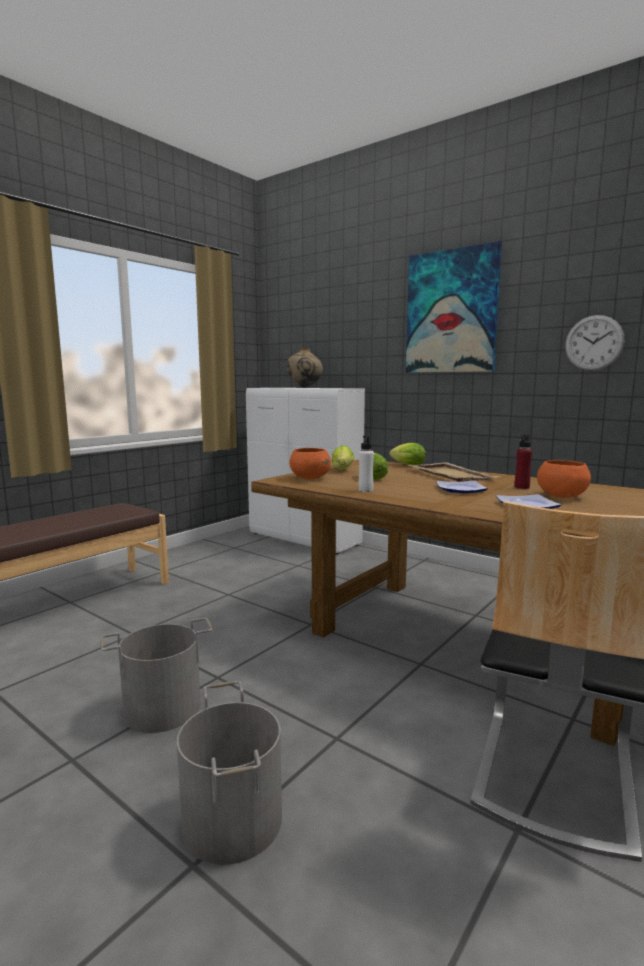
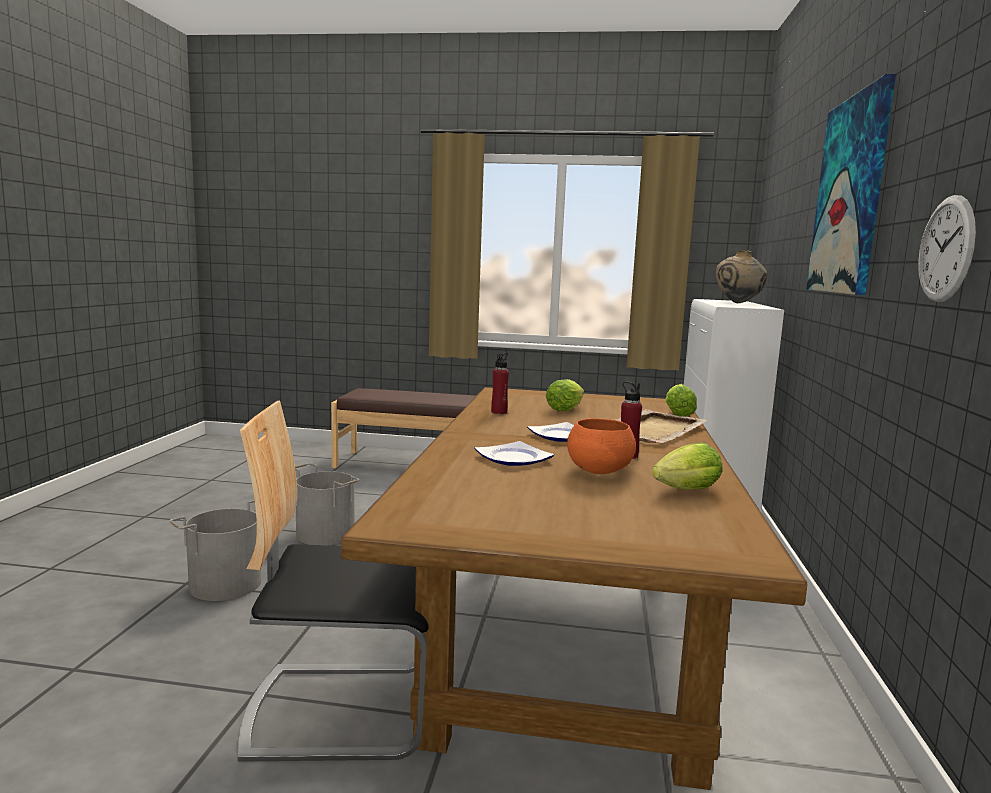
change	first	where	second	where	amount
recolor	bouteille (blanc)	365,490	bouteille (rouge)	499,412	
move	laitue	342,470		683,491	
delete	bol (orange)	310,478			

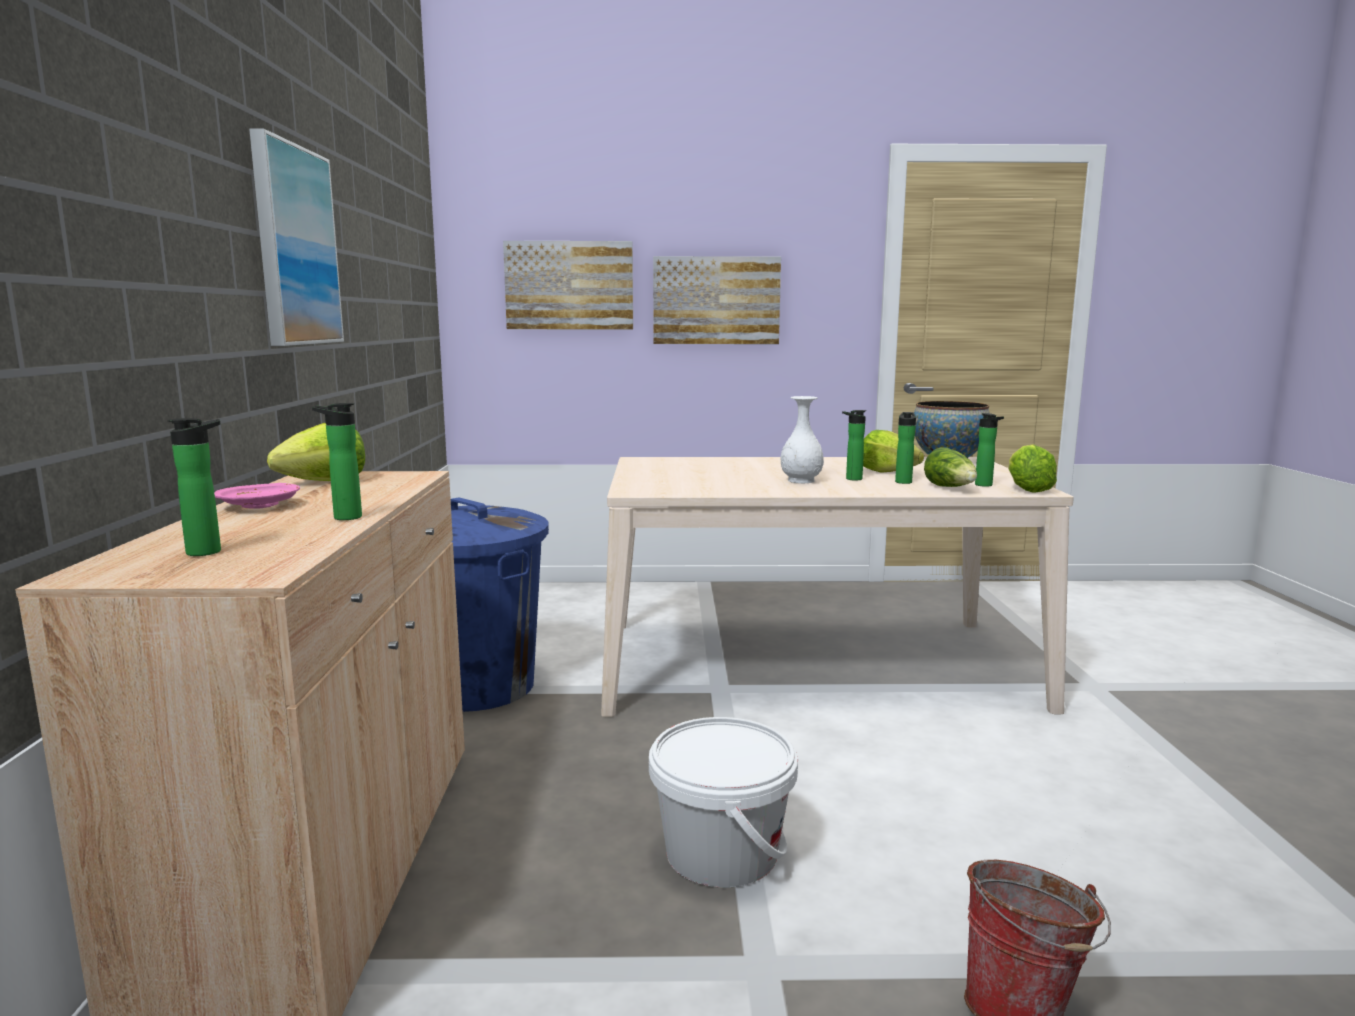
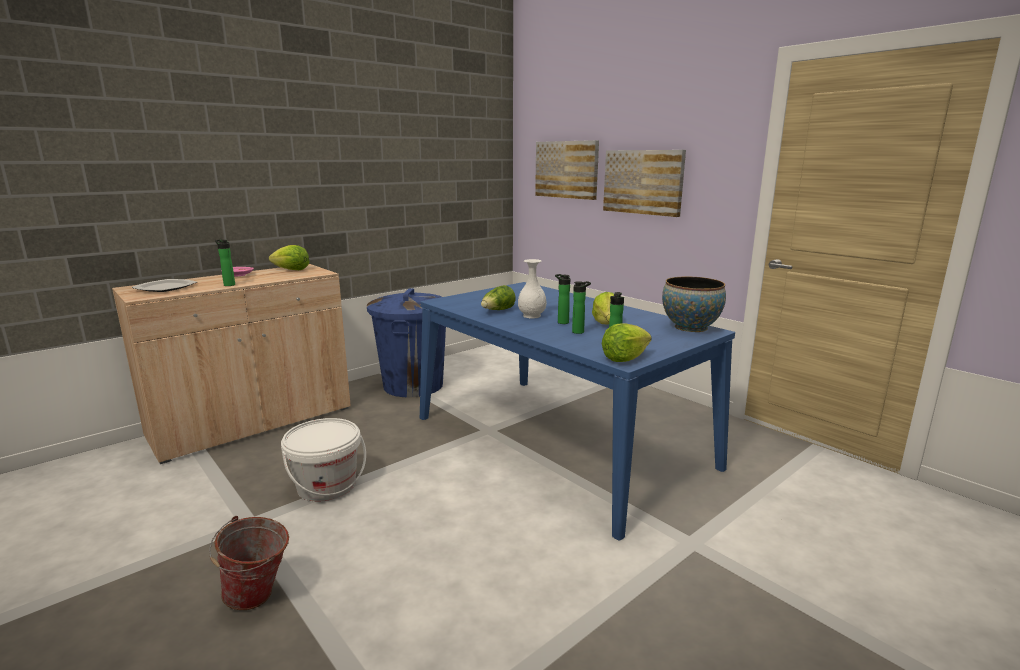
change	first	where	second	where	amount
replace	bouteille	209,551	assiette	165,287	
recolor	table à manger (beige)	812,664	table à manger (bleu)	559,441	
move	laitue	951,488		498,311	
delete	tableau	295,246			

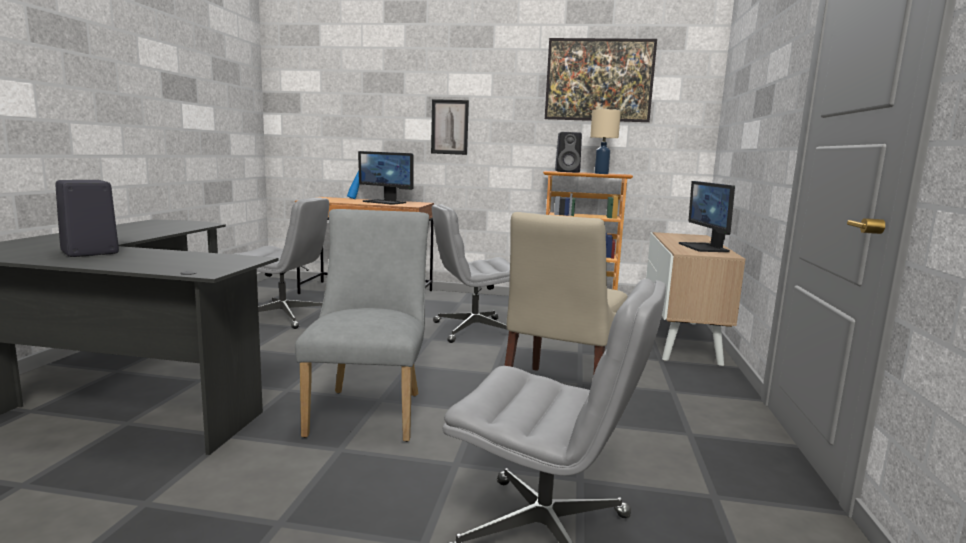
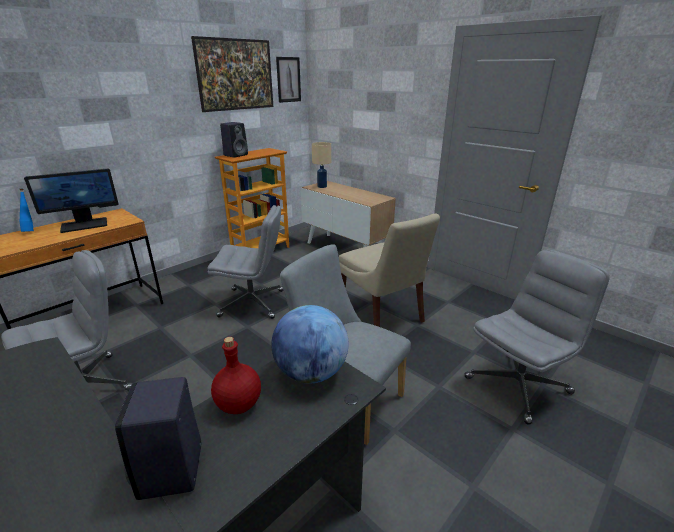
change	first	where	second	where	amount
rotate	chaise de bureau (gris)	473,330		253,303	105 degrees counterclockwise
insert			bouteille (rouge)	238,405	
insert			globe	311,372	
move	tableau	449,127		288,79	
move	lampe de table (beige)	601,173		322,186	
delete	écran d'ordinateur	704,247			

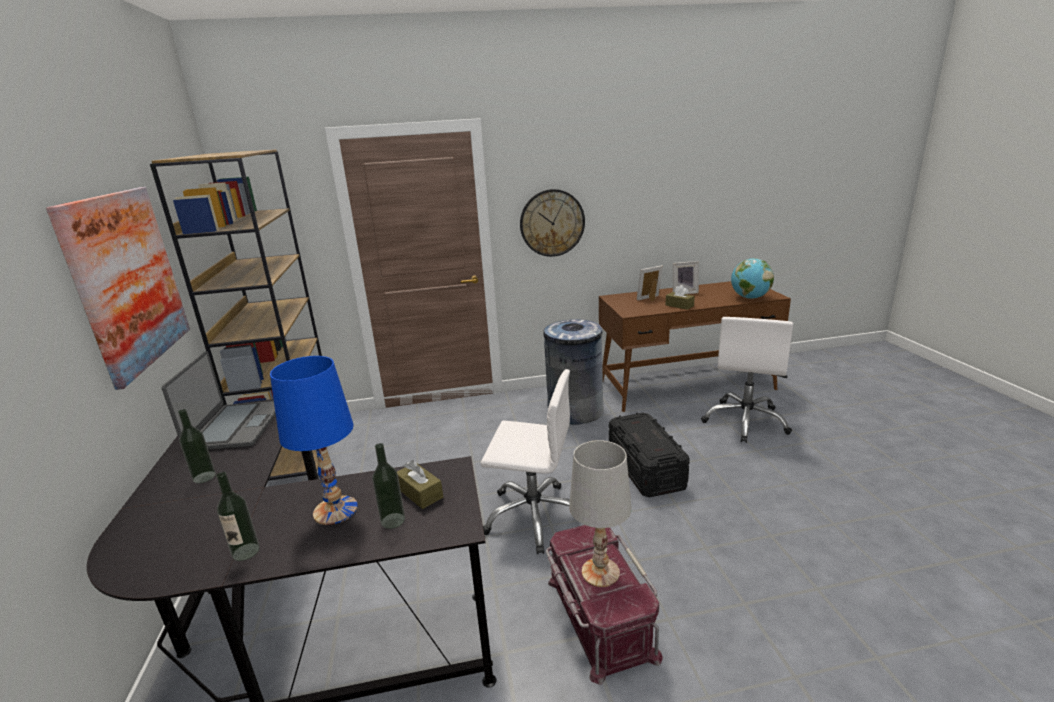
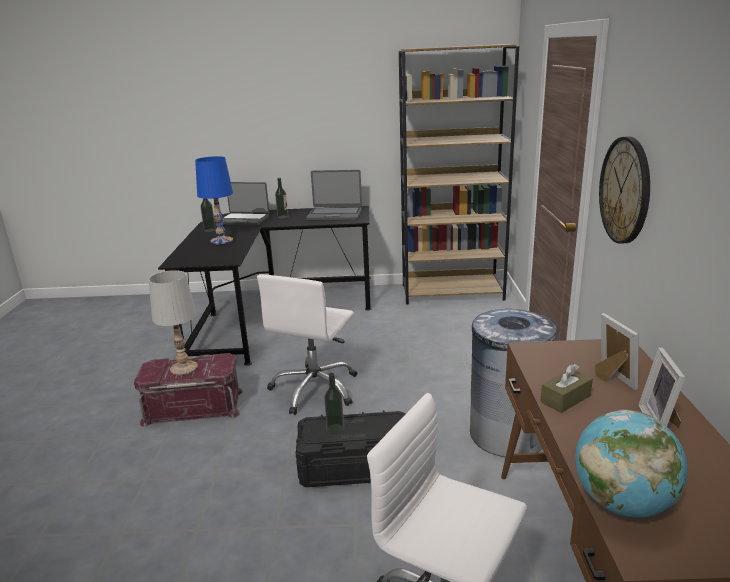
change	first	where	second	where	amount
insert			ordinateur portable	244,220	
move	bouteille	393,520		335,429	
delete	tableau	127,280			
delete	boîte à mouchoirs (marron)	420,493			

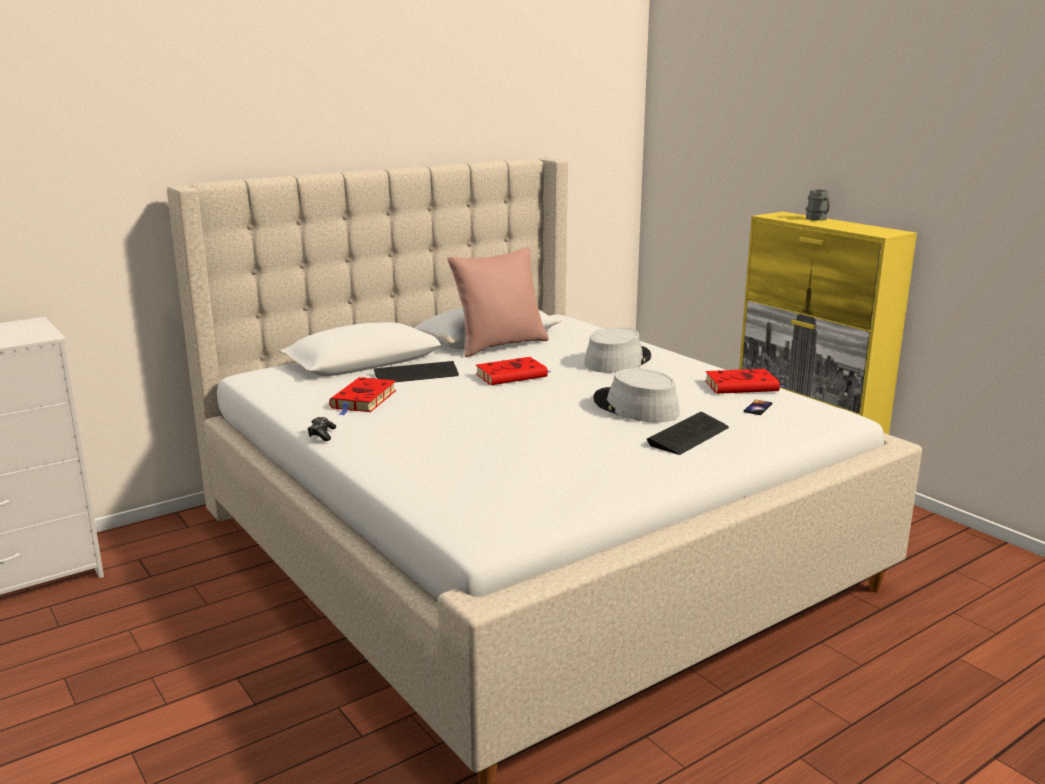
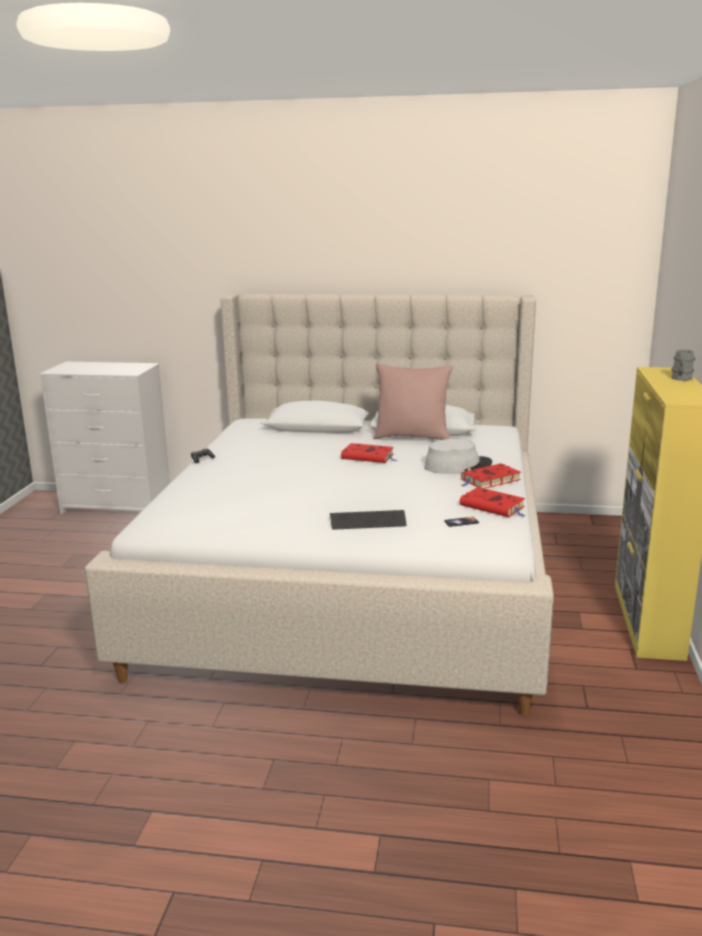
change	first	where	second	where	amount
move	livre (rouge)	363,400		489,480	
delete	clavier	416,374			
delete	chapeau (gris)	635,407			

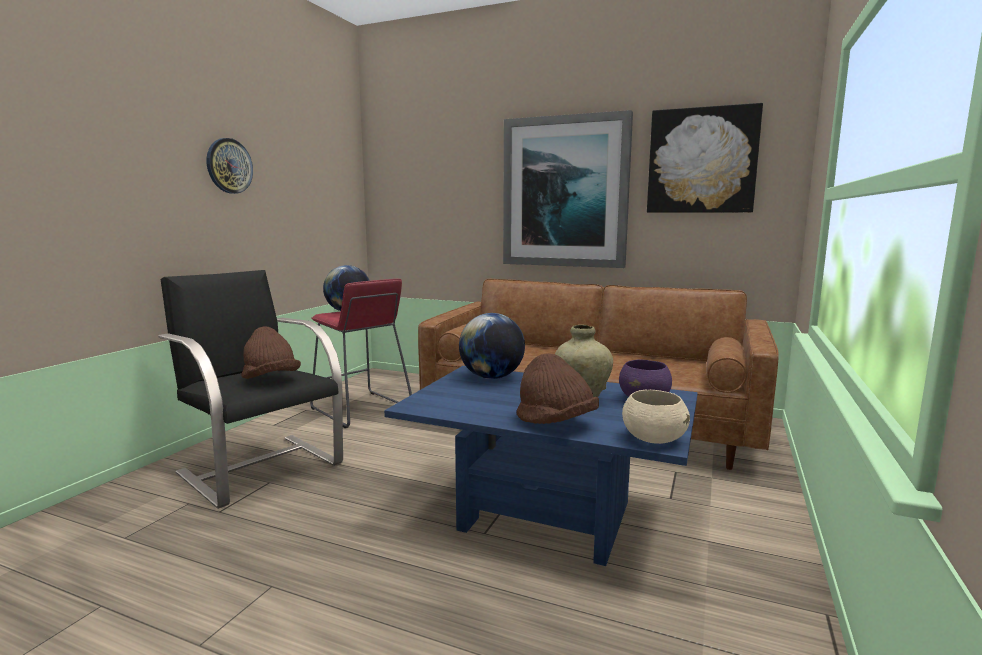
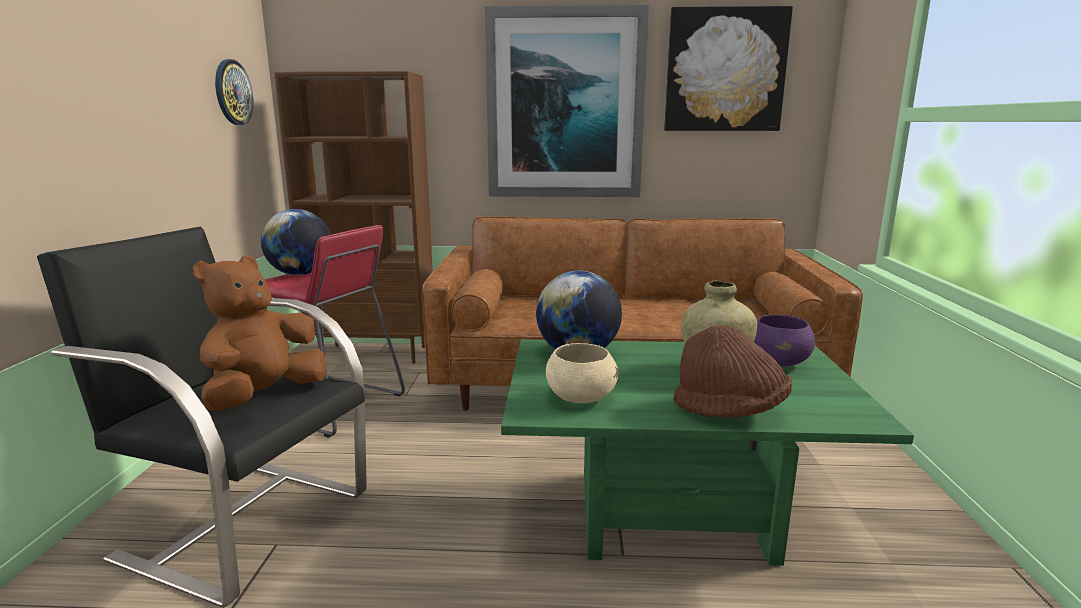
change	first	where	second	where	amount
replace	chapeau (marron)	271,380	peluche (marron)	265,397	
move	horloge murale	229,166		232,92	
insert			bibliothèque (marron)	375,353	
recolor	table basse (bleu)	546,516	table basse (vert)	672,514	
move	bol (beige)	653,439		580,398	

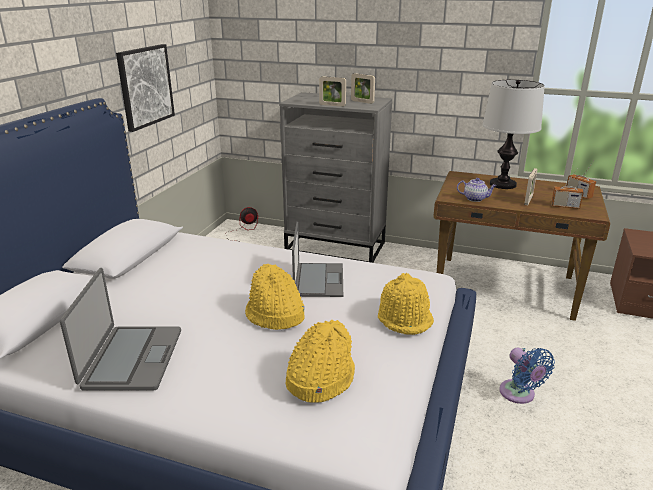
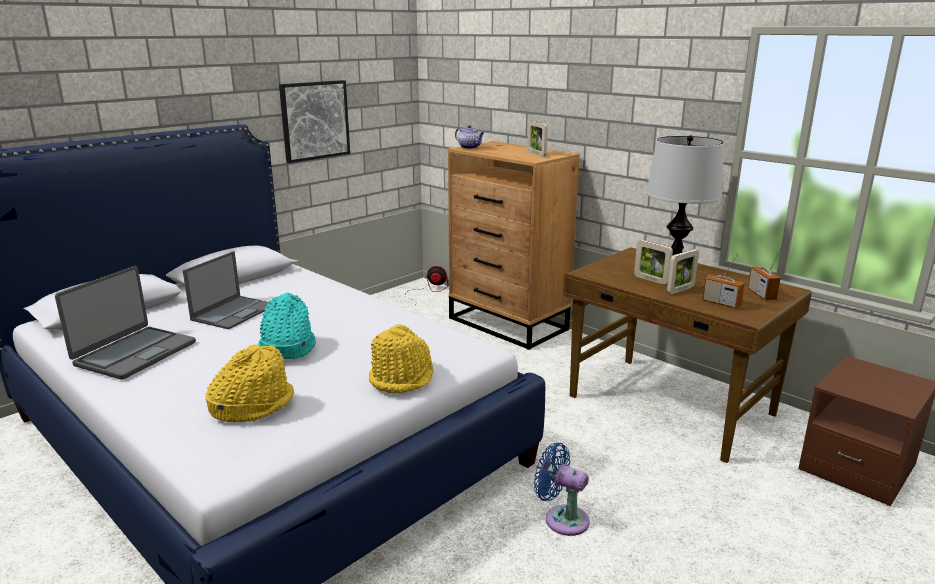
change	first	where	second	where	amount
move	ordinateur portable	318,279		234,312	
recolor	chapeau (jaune)	274,315	chapeau (turquoise)	286,348	
recolor	commode (gris)	336,247	commode (marron)	508,324	
move	théière	475,199		470,147	
rotate	ventilateur (bleu)	519,394		562,518	120 degrees clockwise
move	cadre photo	332,105		651,280	

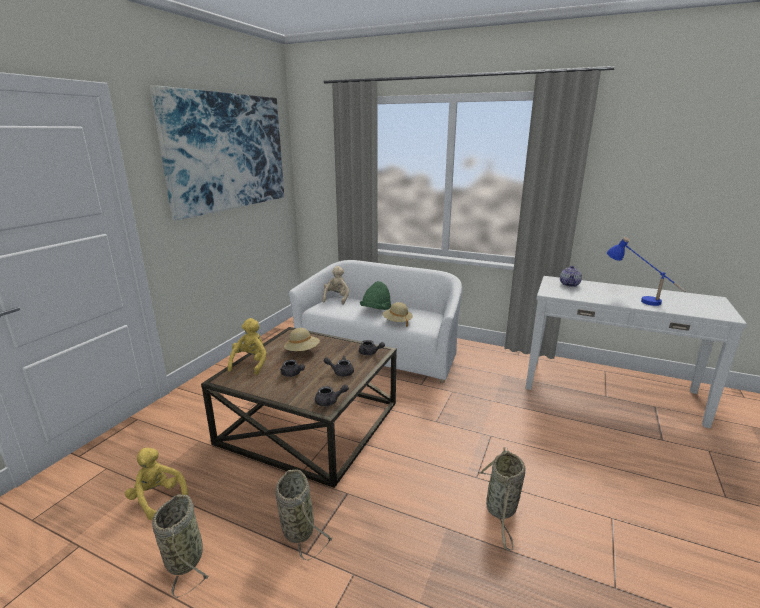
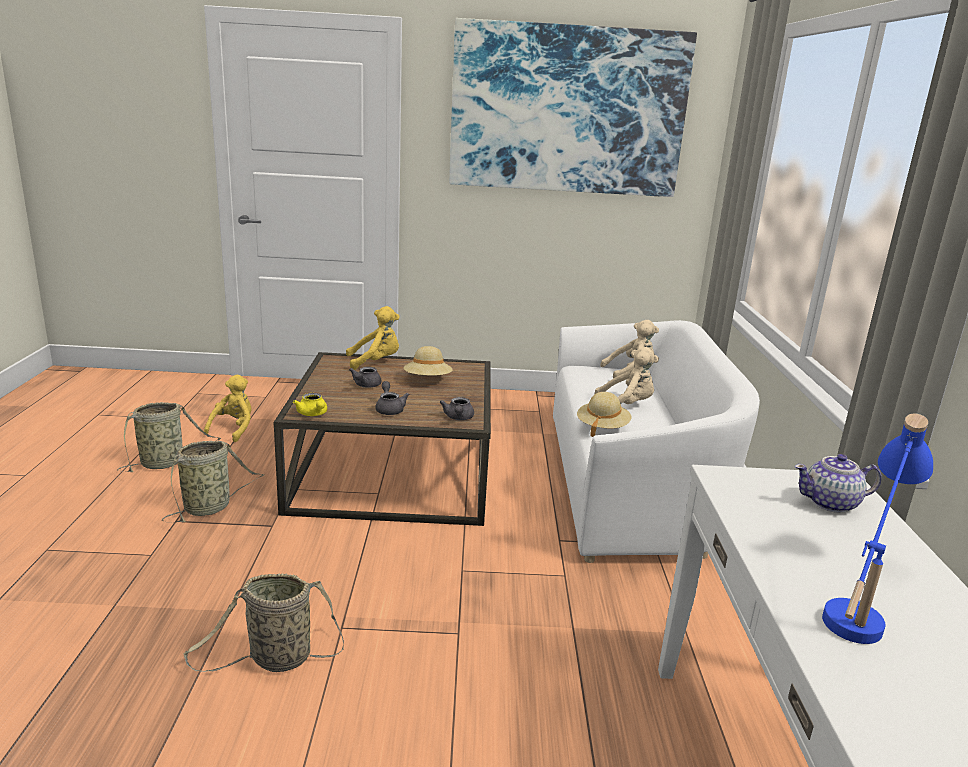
change	first	where	second	where	amount
recolor	théière (gris)	330,401	théière (jaune)	313,414	
replace	chapeau (vert)	376,310	peluche (beige)	626,405	

